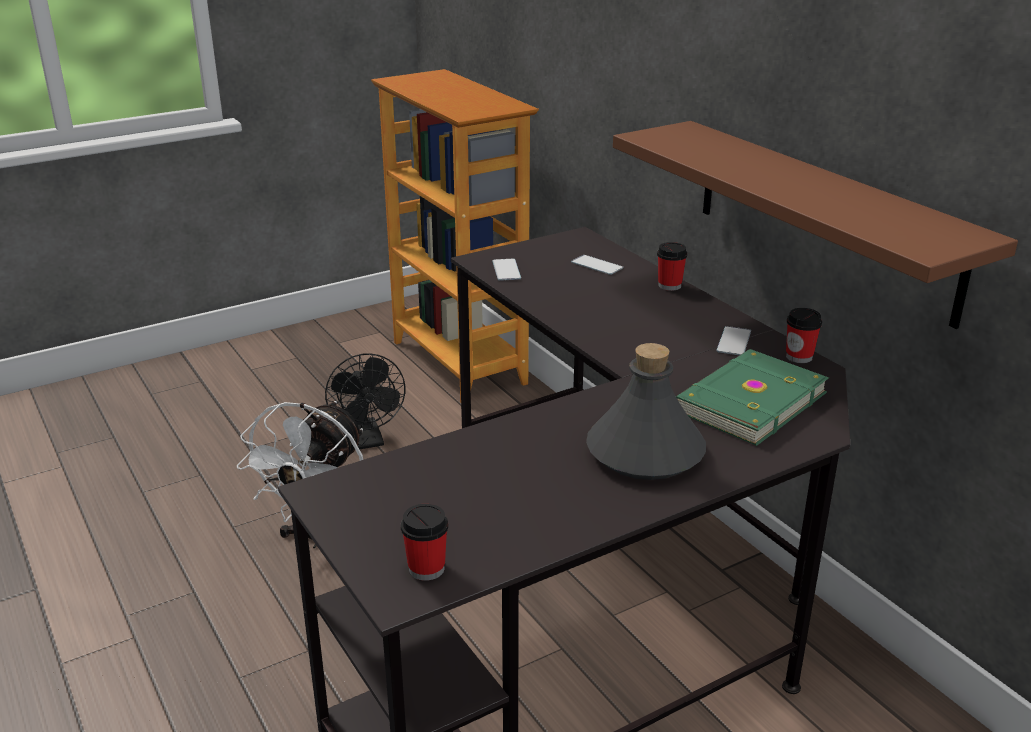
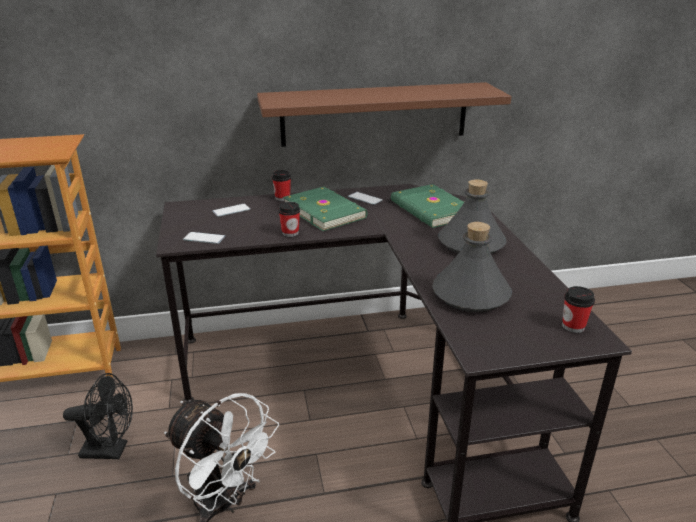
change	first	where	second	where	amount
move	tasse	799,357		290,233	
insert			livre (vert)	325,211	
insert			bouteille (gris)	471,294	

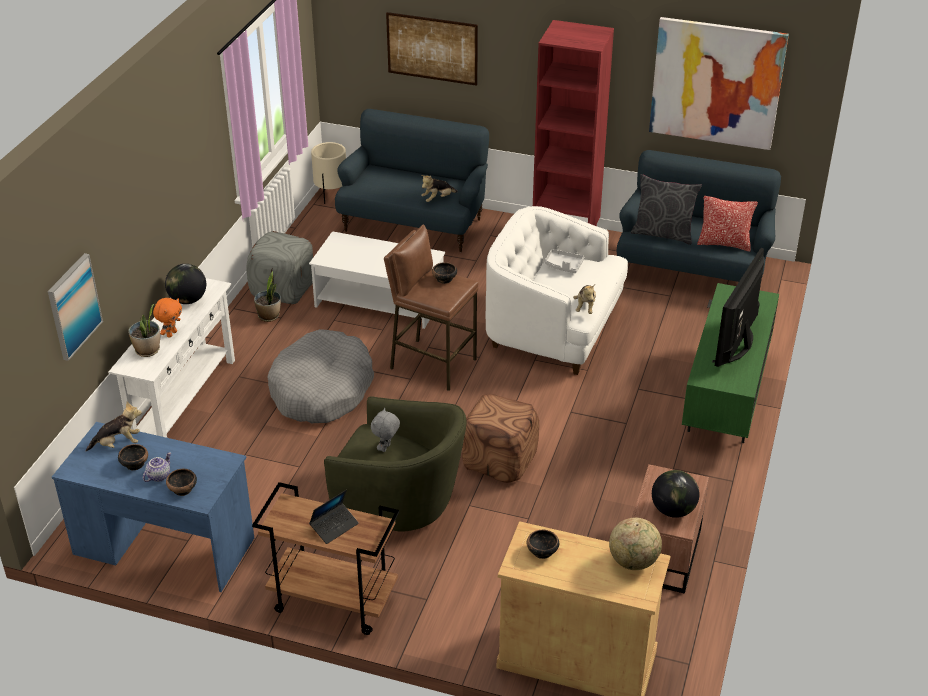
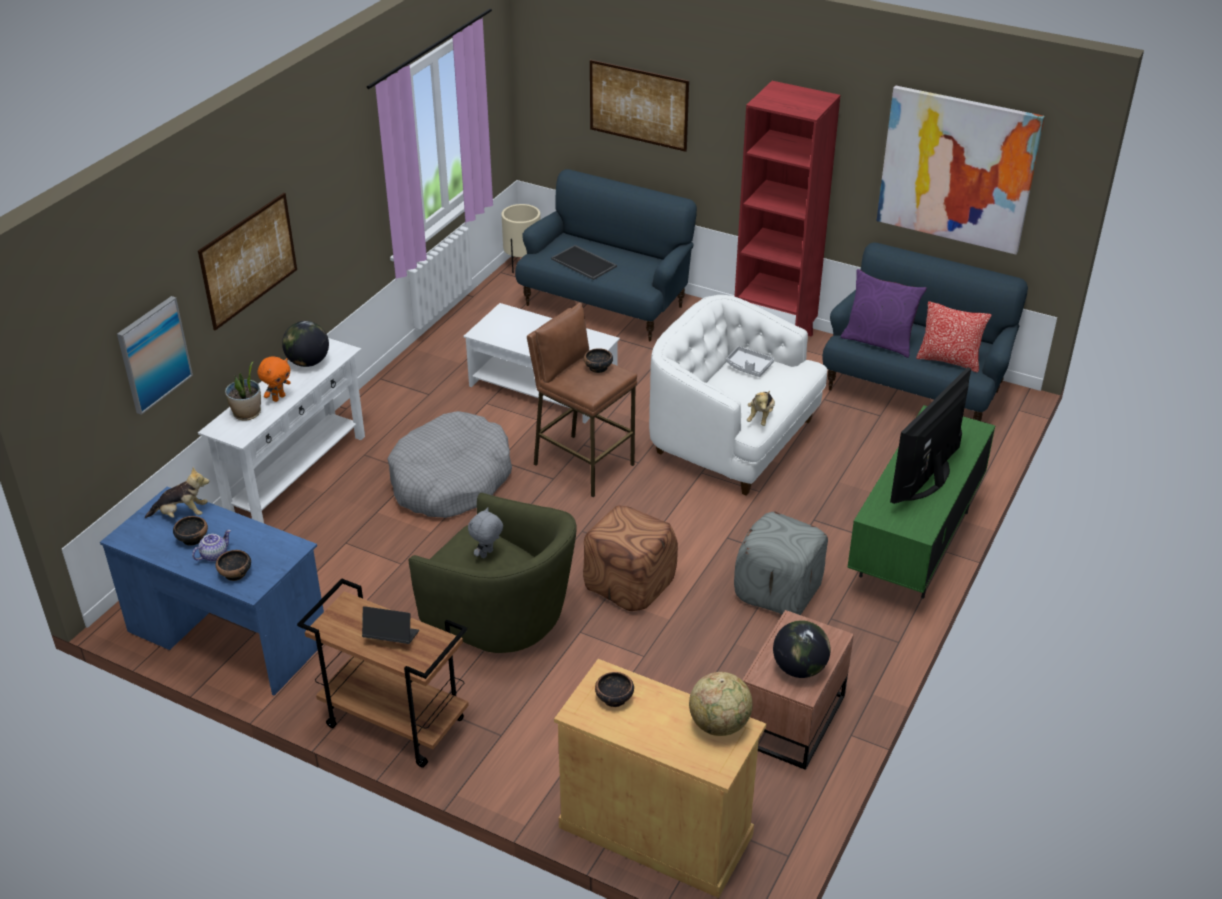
change	first	where	second	where	amount
insert			tableau	249,260	
rotate	ordinateur portable	334,526		391,637	135 degrees counterclockwise
insert			plateau	585,262	
move	pouf (gris)	283,289		778,591	
recolor	coussin (gris)	663,233	coussin (violet)	878,342	
delete	plante en pot	269,316			
delete	peluche	438,199			

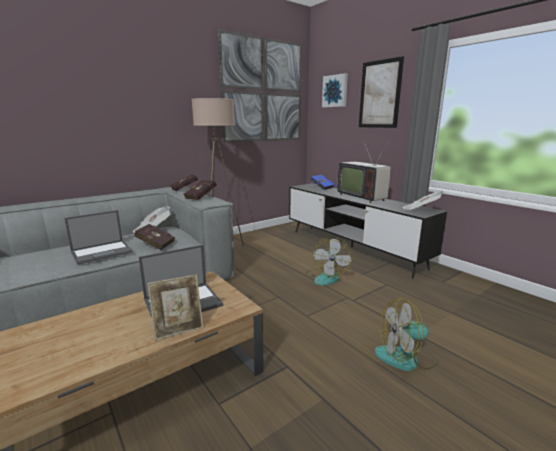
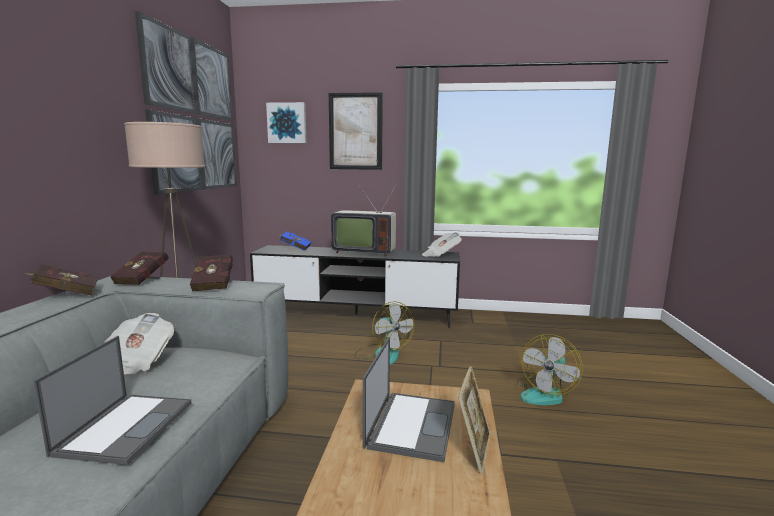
change	first	where	second	where	amount
move	livre (rouge)	154,244		65,294	

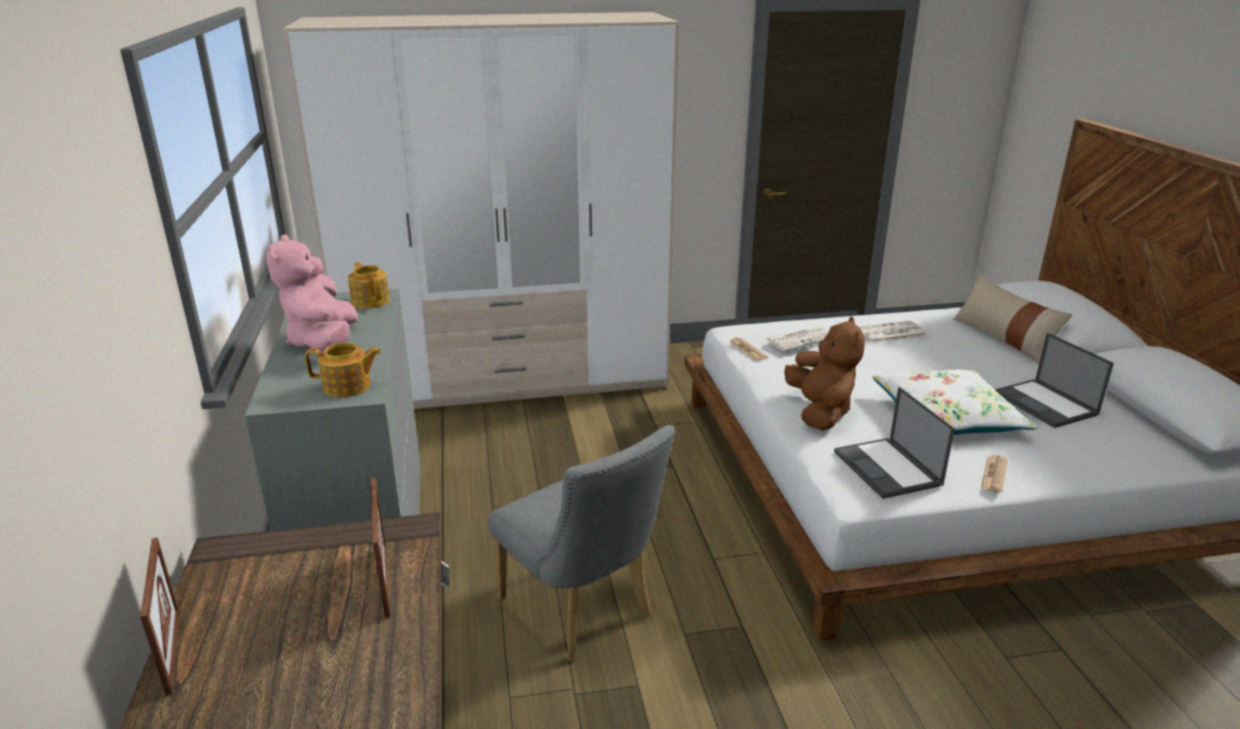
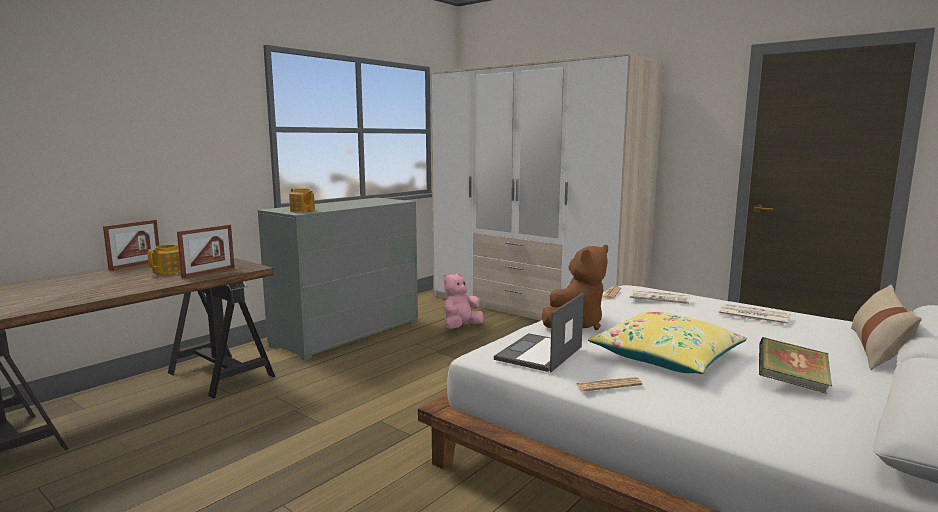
change	first	where	second	where	amount
move	théière	371,301		169,271	
move	peluche (rose)	323,342		461,327	
recolor	coussin (blanc)	947,417	coussin (jaune)	666,356	
replace	ordinateur portable	1046,404	livre	791,383	
delete	chaise (gris)	583,612			

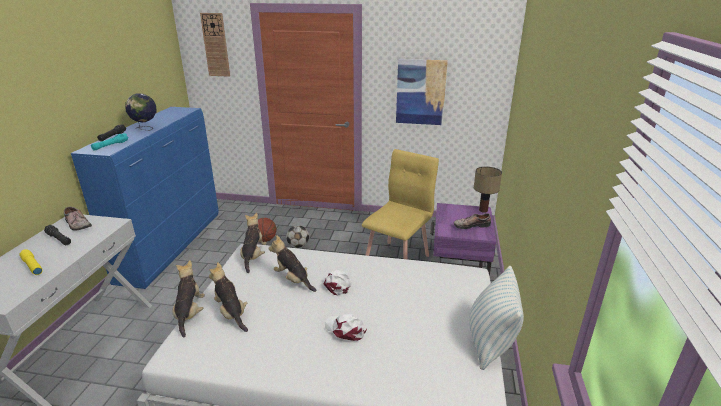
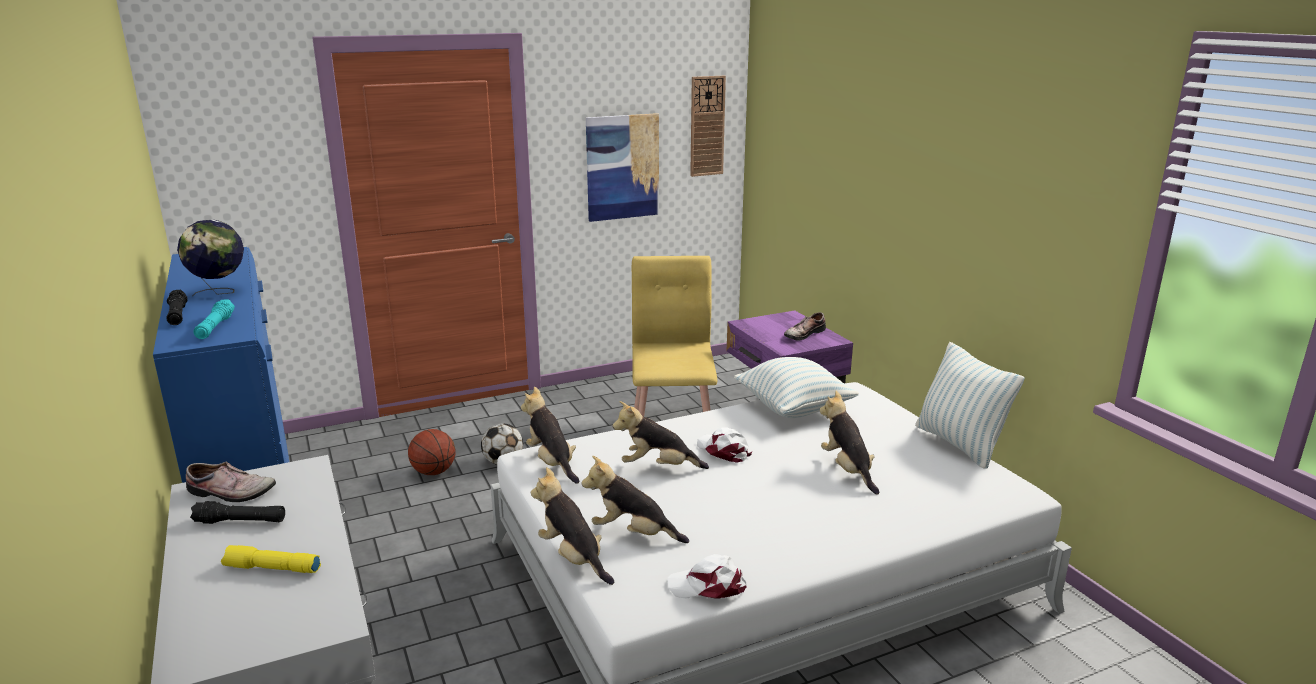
change	first	where	second	where	amount
move	casquette (blanc)	345,329		708,586	
move	horloge murale	215,45		707,126	
insert			coussin	793,408	
insert			peluche	847,470	
delete	lampe de table	483,210			

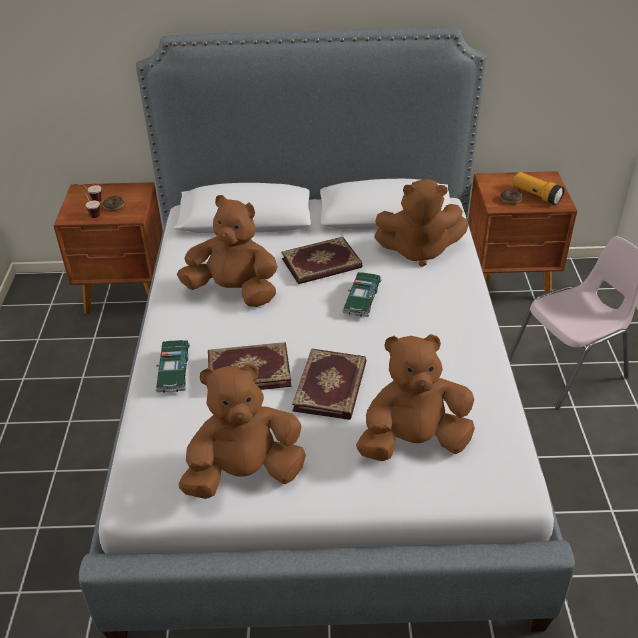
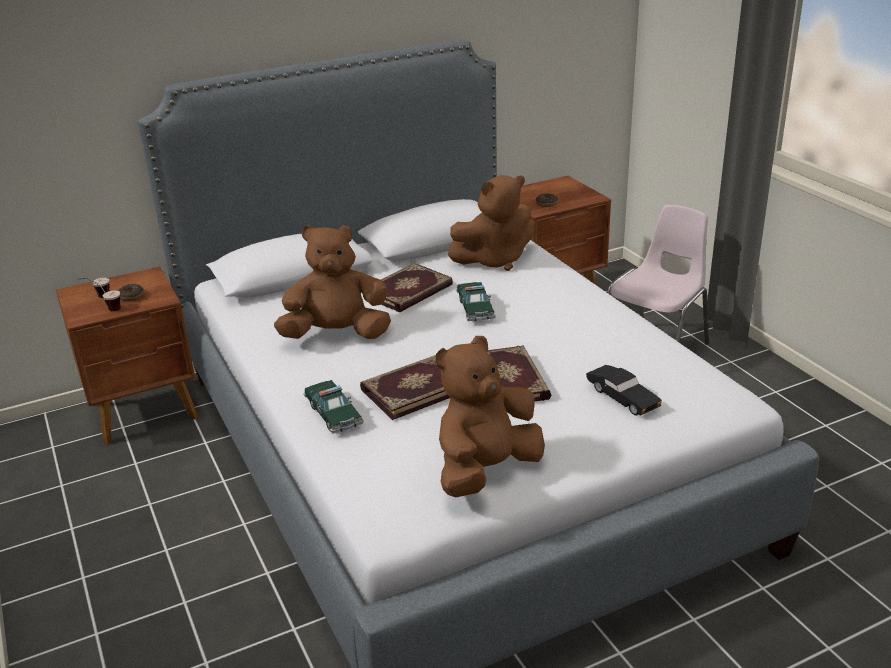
change	first	where	second	where	amount
replace	peluche (marron)	413,441	petite voiture (noir)	622,398	
delete	lampe de poche	536,195			

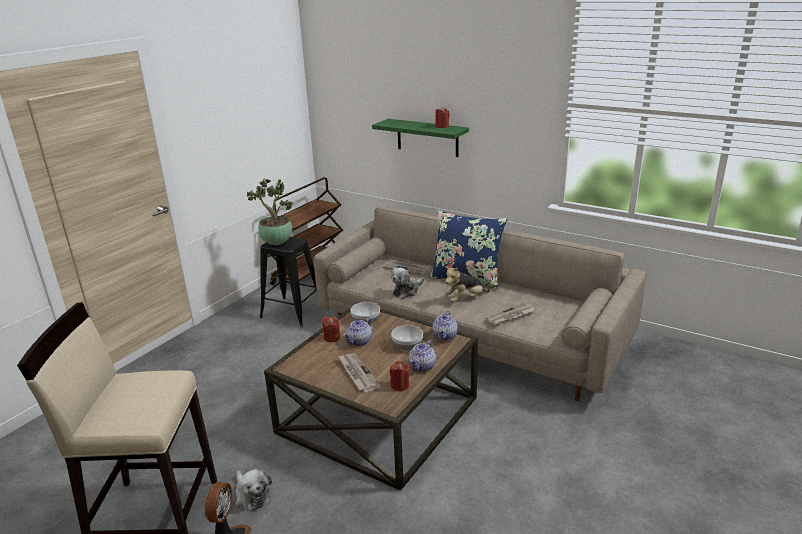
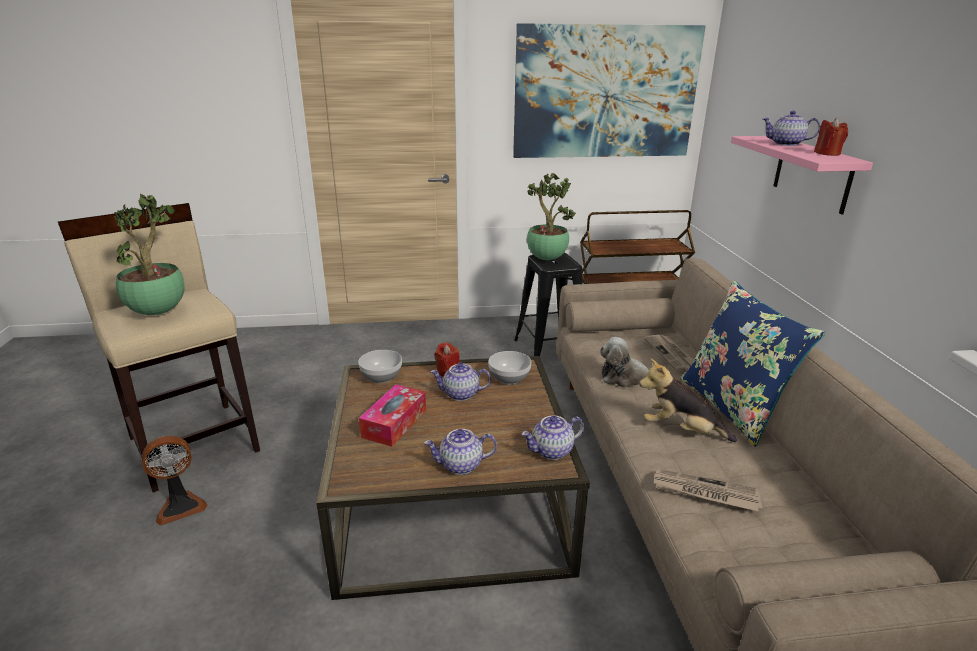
change	first	where	second	where	amount
insert			plante en pot	159,311	
move	bol	407,345		382,376	
replace	journal	357,373	boîte à mouchoirs	394,423	
insert			tableau	605,93	
recolor	étagère (vert)	427,137	étagère (rose)	812,173	
insert			théière	786,144	
delete	peluche	251,495			
delete	bougie (rouge)	399,385			

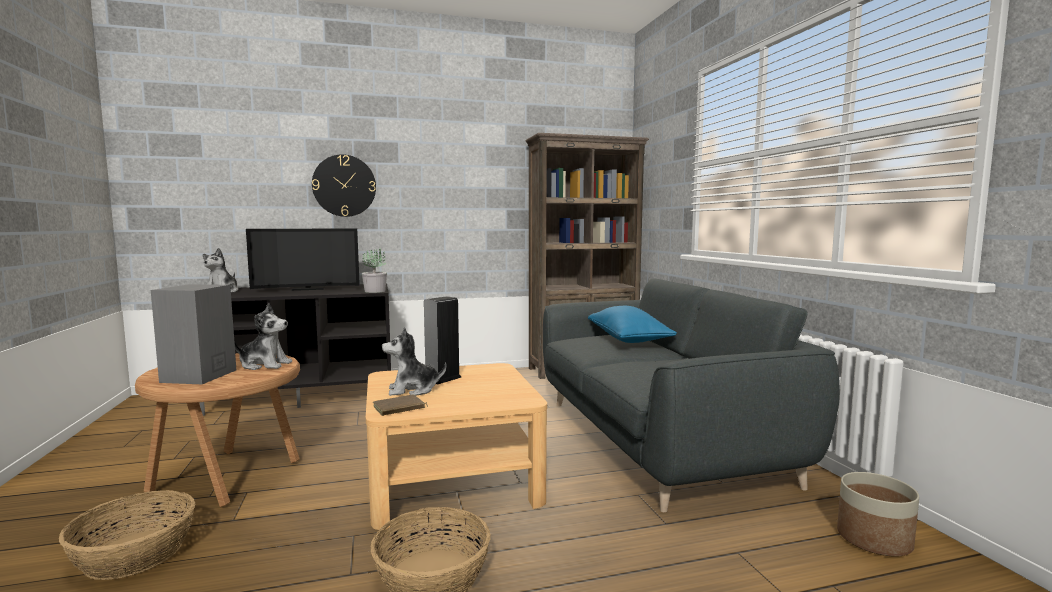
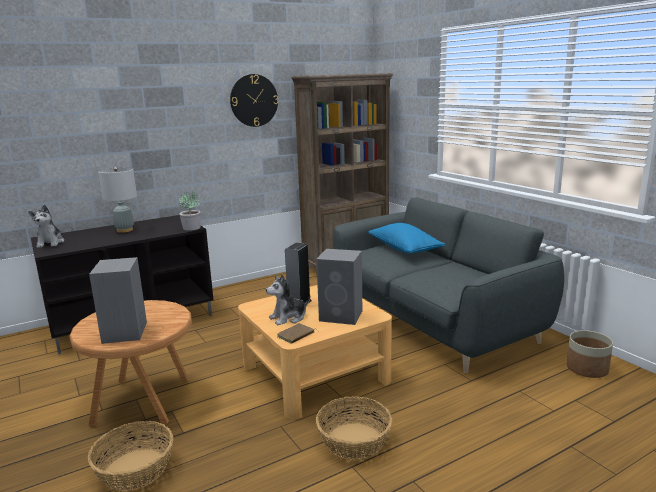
change	first	where	second	where	amount
replace	téléviseur	307,289	lampe de table (gris)	125,230	
move	horloge murale	344,185		254,100	
insert			enceinte (gris)	342,316	
delete	peluche	264,365			

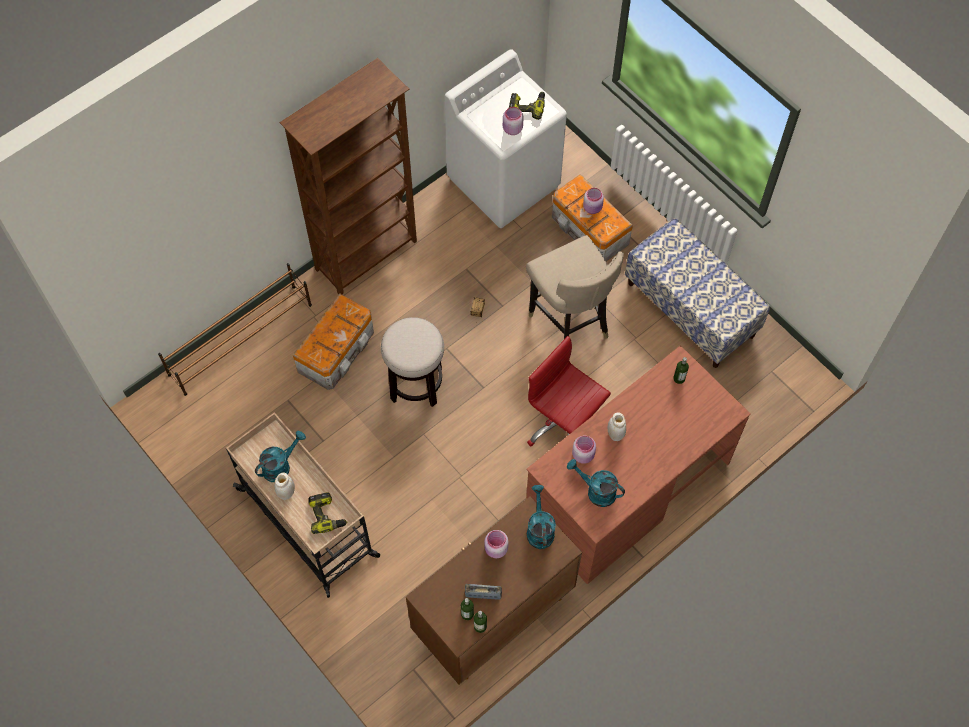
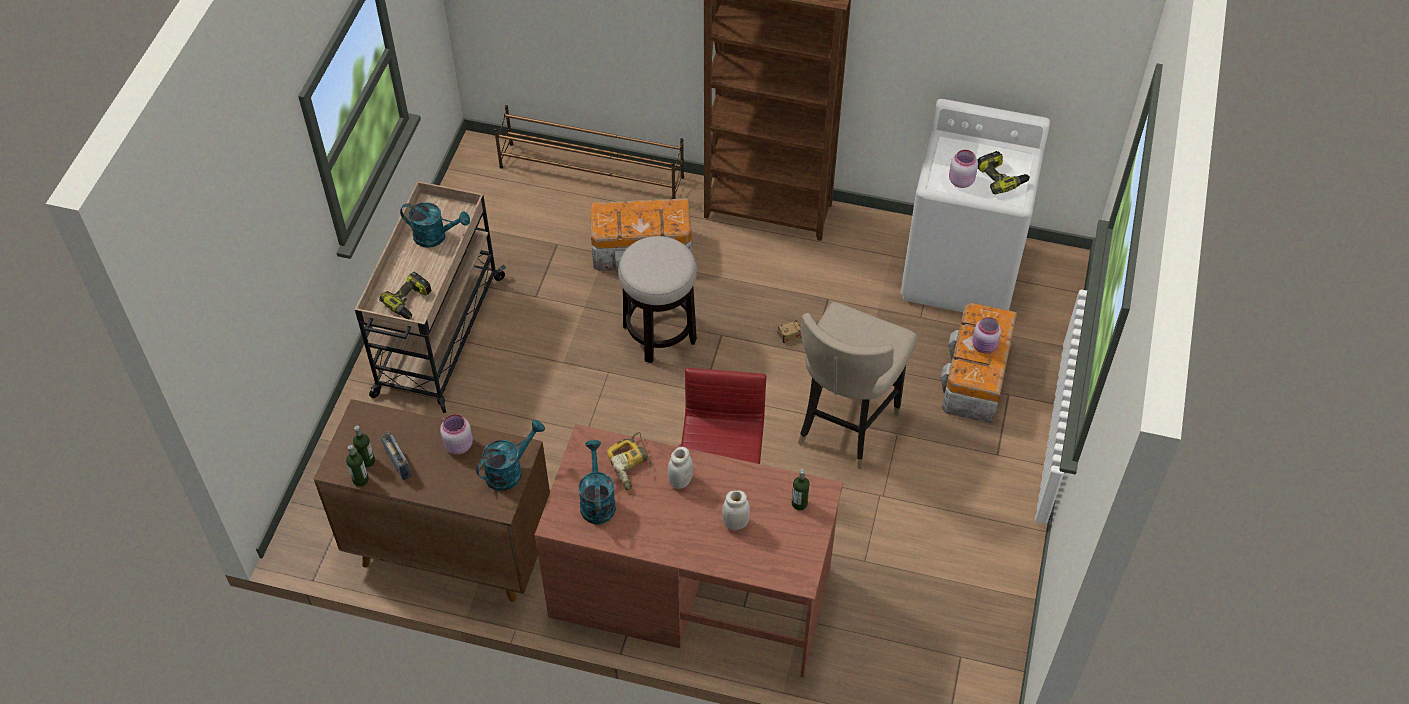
change	first	where	second	where	amount
replace	bocal (rose)	583,454	perceuse	632,465	
move	bocal (blanc)	286,493		735,523	
delete	banc	691,309			

